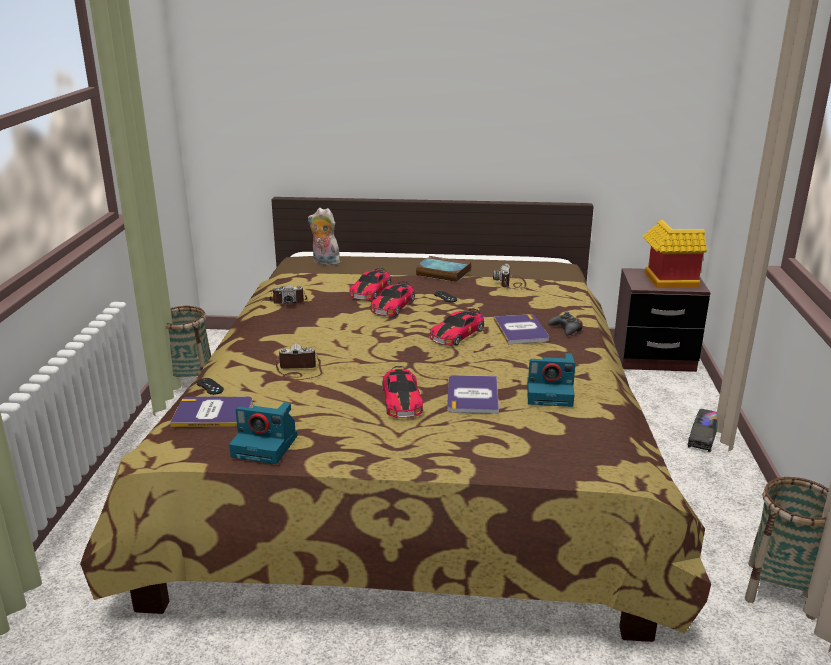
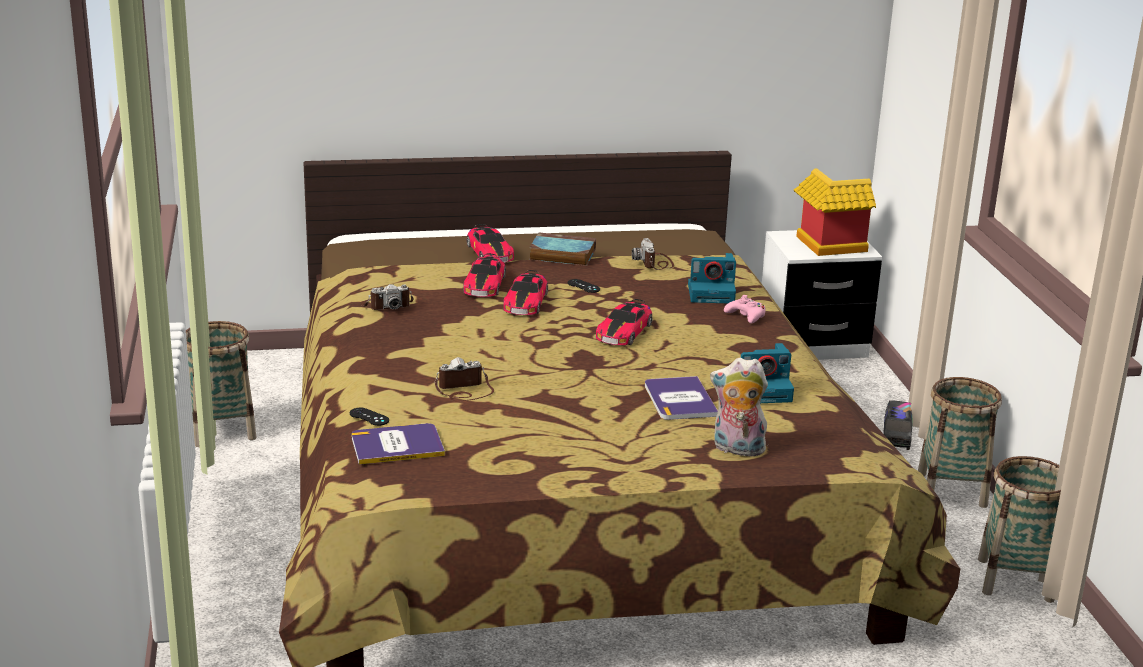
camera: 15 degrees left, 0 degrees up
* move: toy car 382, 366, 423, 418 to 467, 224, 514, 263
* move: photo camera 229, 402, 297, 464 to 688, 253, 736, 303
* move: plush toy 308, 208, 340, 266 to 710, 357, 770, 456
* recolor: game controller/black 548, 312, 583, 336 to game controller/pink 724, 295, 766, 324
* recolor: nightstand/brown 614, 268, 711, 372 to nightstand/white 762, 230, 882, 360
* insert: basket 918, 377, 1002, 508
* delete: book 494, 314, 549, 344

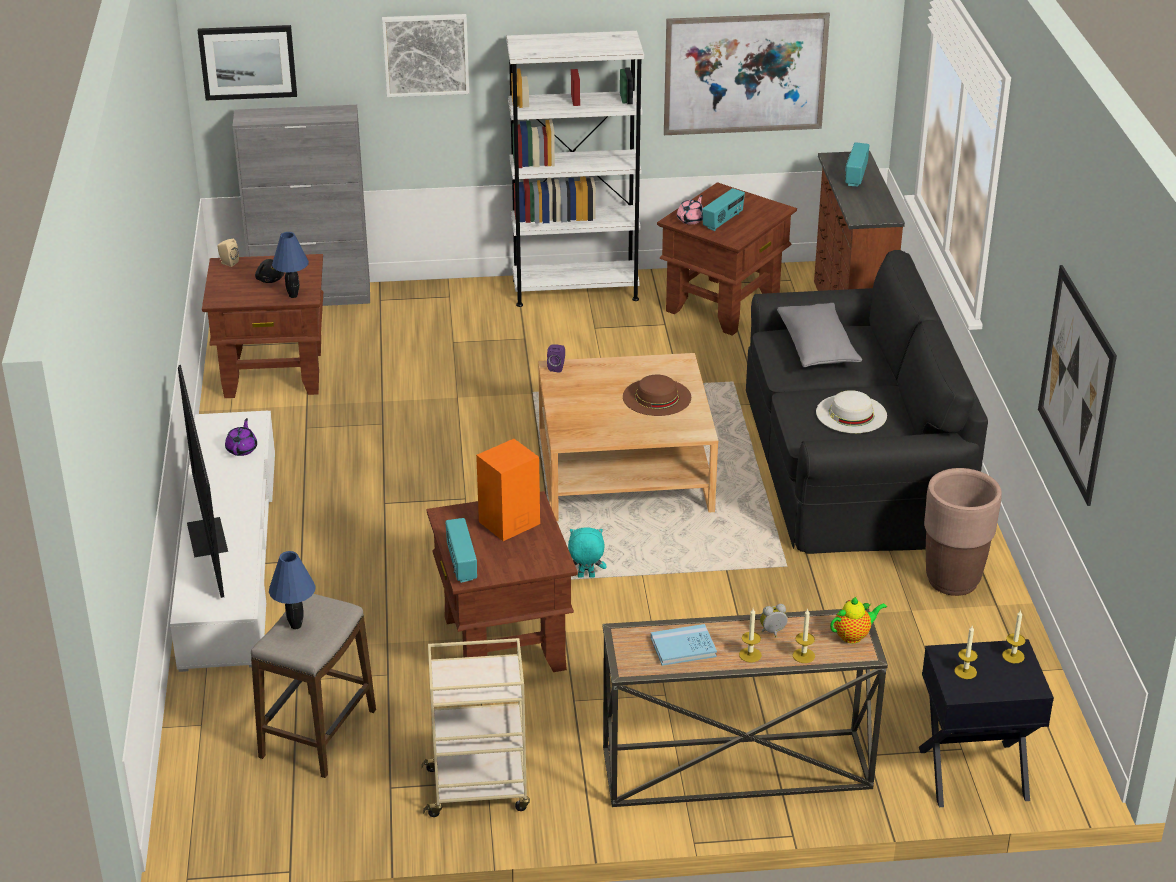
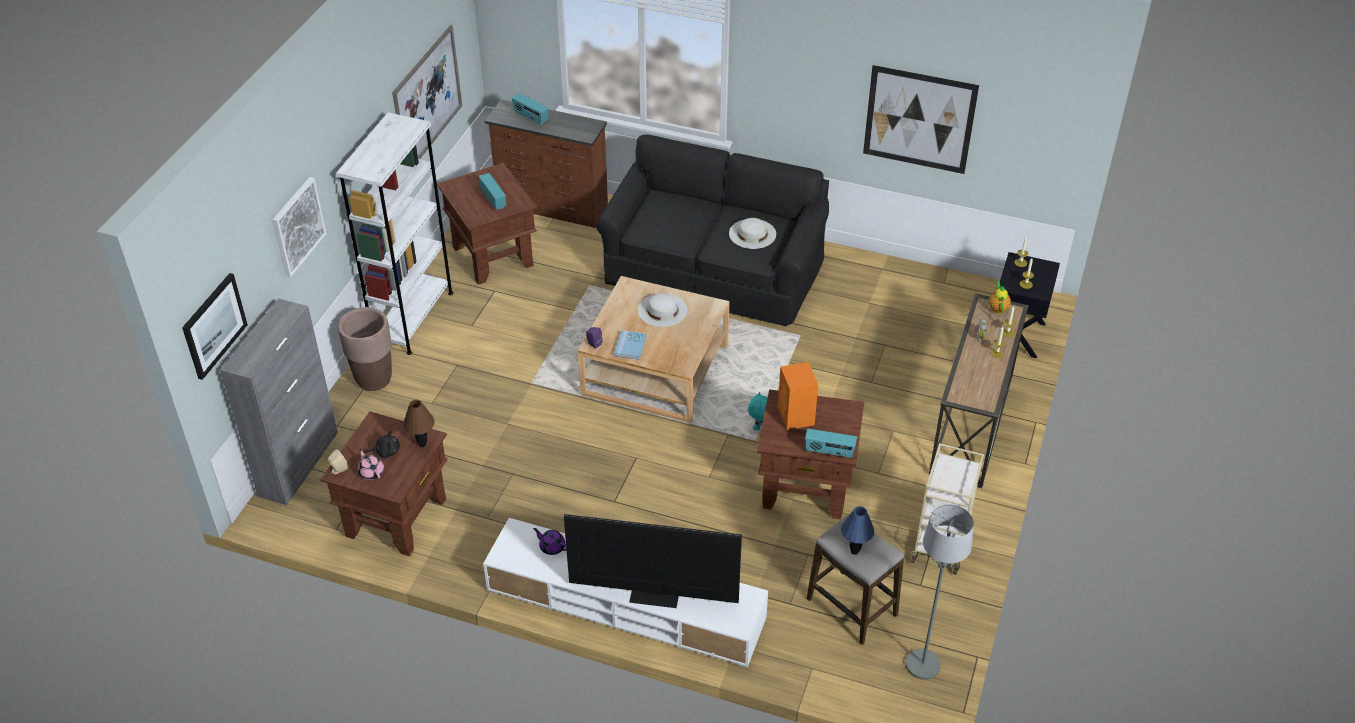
camera: 65 degrees left, 10 degrees up
* move: planter/brown 924, 468, 1002, 596 to 338, 307, 392, 391
* move: teapot/pink 677, 195, 703, 225 to 358, 448, 384, 480
* recolor: table lamp/blue 272, 232, 309, 298 to table lamp/brown 403, 400, 435, 447
* move: book/blue 651, 624, 717, 666 to 614, 330, 646, 360
* recolor: hat/brown 623, 375, 691, 416 to hat/white 638, 293, 687, 327
* insert: floor lamp/grey 906, 504, 974, 680
* delete: pillow/grey 777, 303, 862, 367

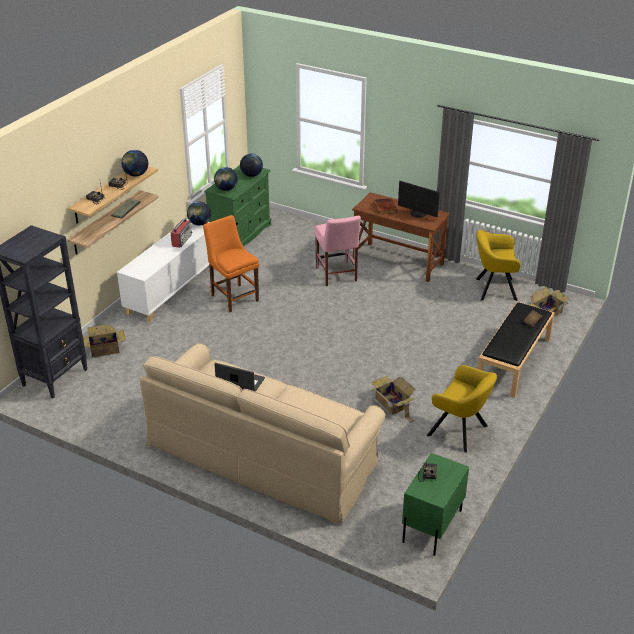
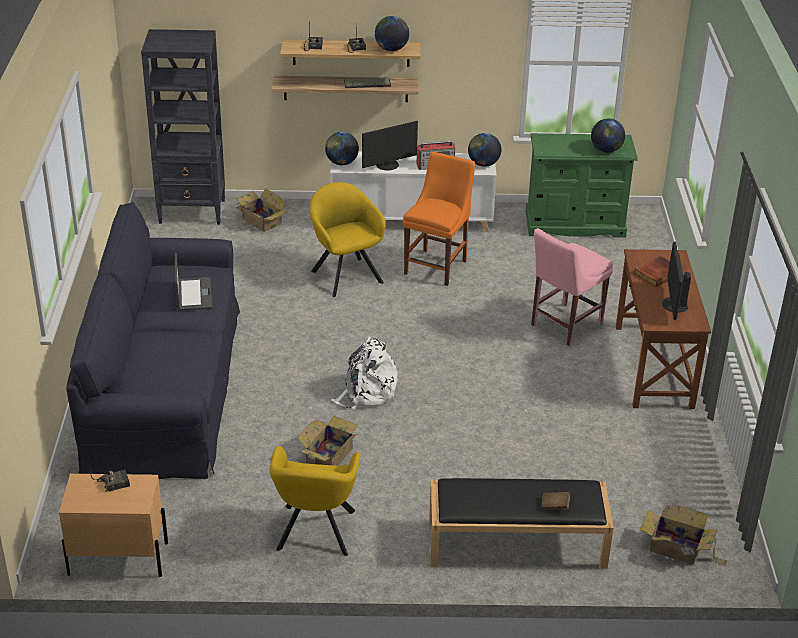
camera: 60 degrees right, 0 degrees up
* recolor: nightstand/green 402, 453, 469, 556 to nightstand/beige 59, 474, 168, 577
* recolor: sofa/beige 139, 343, 386, 524 to sofa/black 66, 202, 240, 479
* move: armchair/yellow 476, 230, 521, 301 to 309, 182, 386, 297
* move: globe 214, 167, 238, 191 to 325, 132, 359, 165
* insert: backpack/white 331, 336, 397, 410
* insert: monitor 362, 121, 418, 171

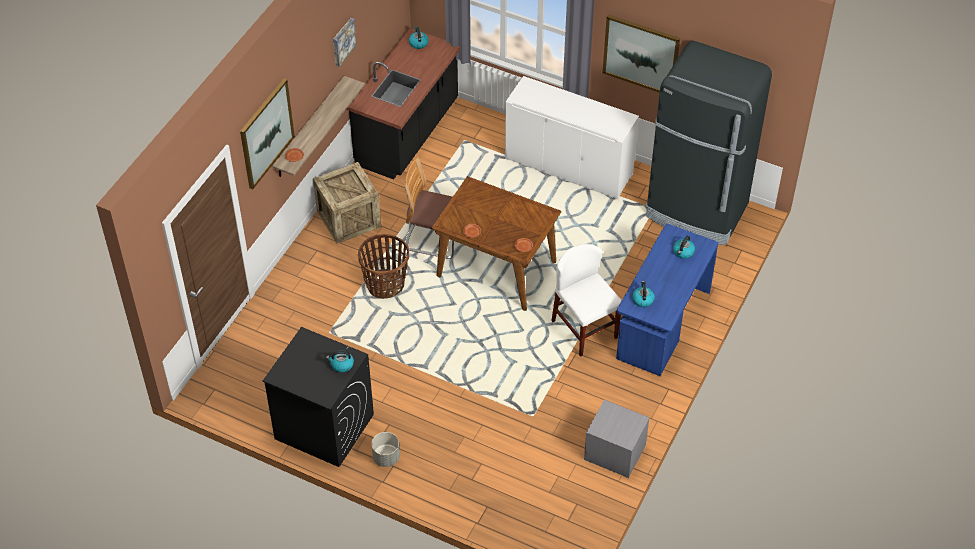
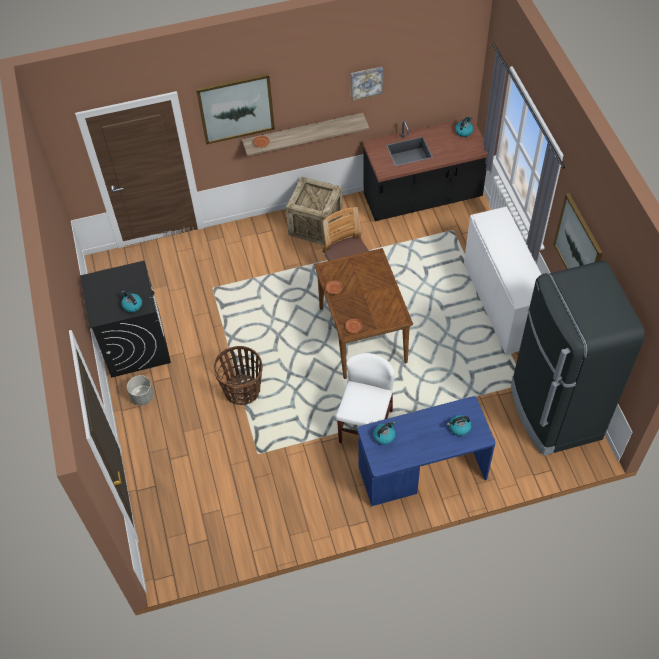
camera: 50 degrees right, 5 degrees up
* move: basket 358, 234, 409, 299 to 214, 346, 263, 405
* delete: nightstand/grey 584, 400, 649, 478

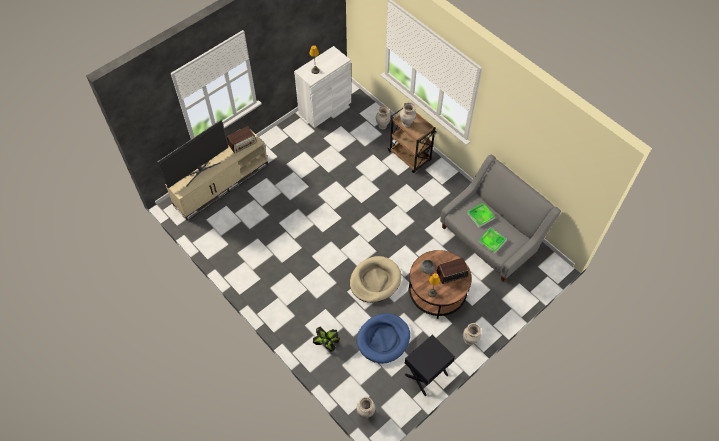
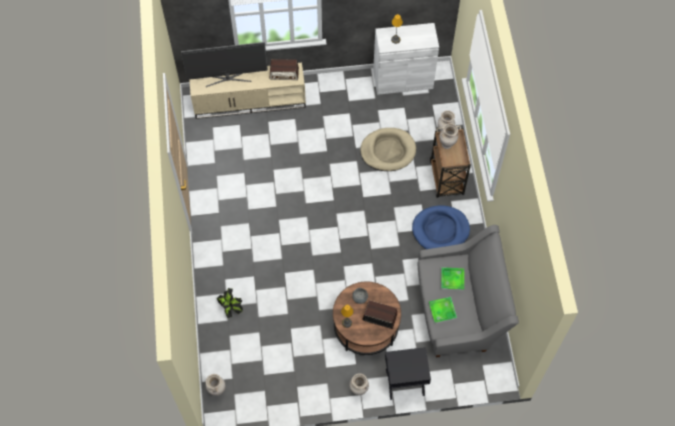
camera: 35 degrees right, 5 degrees up
* move: dog bed/beige 350, 256, 401, 303 to 360, 128, 416, 171
* move: nightstand/black 404, 335, 455, 396 to 385, 347, 431, 400
* move: dog bed/blue 357, 313, 410, 364 to 412, 205, 470, 249

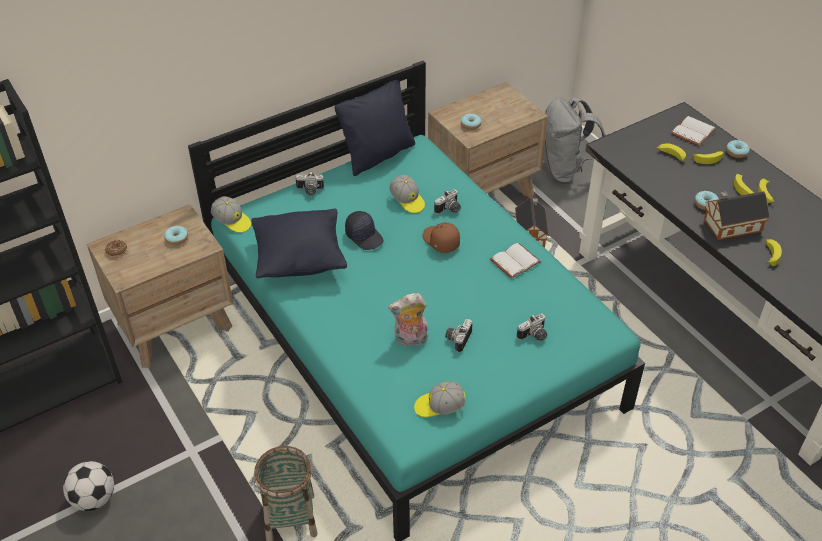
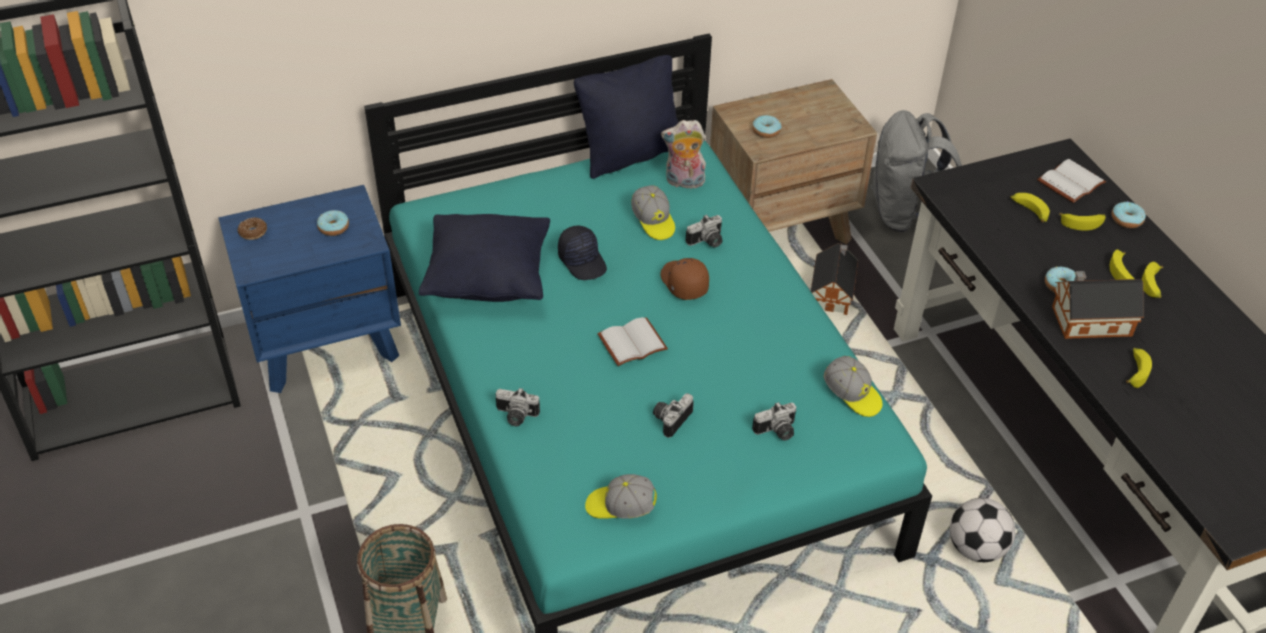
camera: 10 degrees right, 0 degrees up
* recolor: nightstand/brown 87, 204, 233, 368 to nightstand/blue 219, 185, 401, 393
* move: photo camera 296, 172, 324, 195 to 496, 388, 540, 426
* move: book/white 490, 243, 541, 279 to 598, 317, 668, 366
* move: plush toy 388, 293, 428, 346 to 661, 120, 706, 189
* move: cap 211, 196, 251, 233 to 823, 356, 882, 417
* move: football 63, 461, 114, 511 to 950, 498, 1015, 562

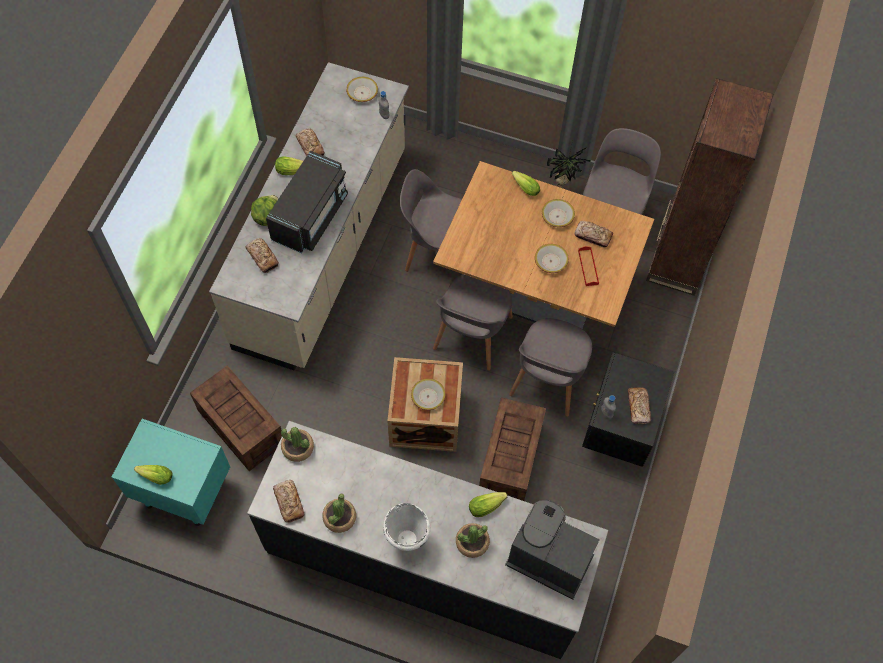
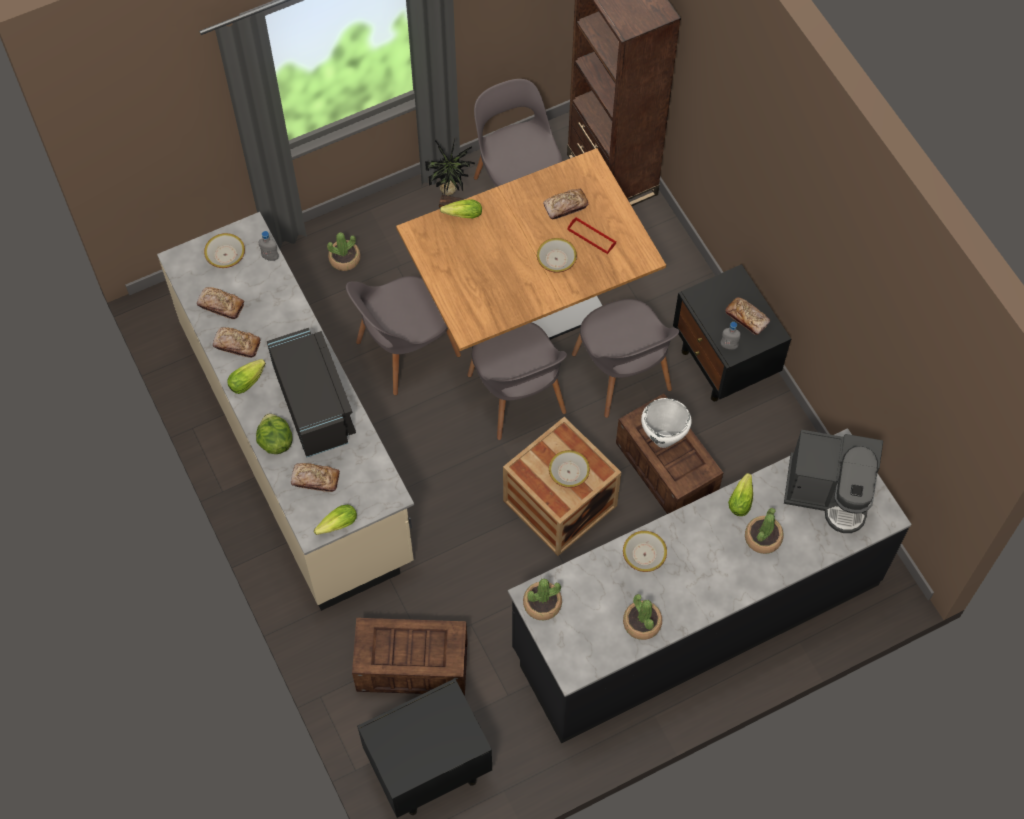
camera: 45 degrees left, 0 degrees up
* move: bread 273, 480, 304, 523 to 197, 287, 244, 319
* move: lettuce 134, 465, 173, 485 to 314, 505, 357, 535
* insert: potted plant 327, 232, 361, 271
* recolor: nightstand/turquoise 112, 419, 230, 526 to nightstand/black 357, 679, 492, 818
* move: bowl 542, 199, 575, 227 to 623, 531, 667, 572
* move: cooking pot/white 383, 503, 430, 551 to 641, 398, 692, 448
* rotate: coffee machine 505, 500, 600, 600 = 784, 430, 883, 533 150 degrees counterclockwise

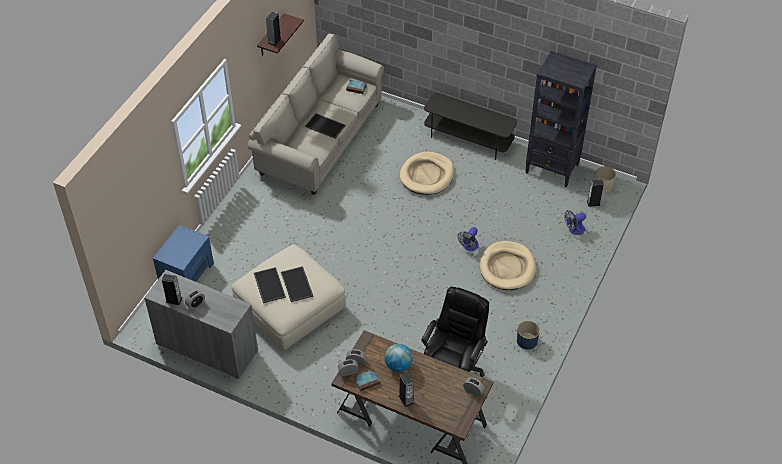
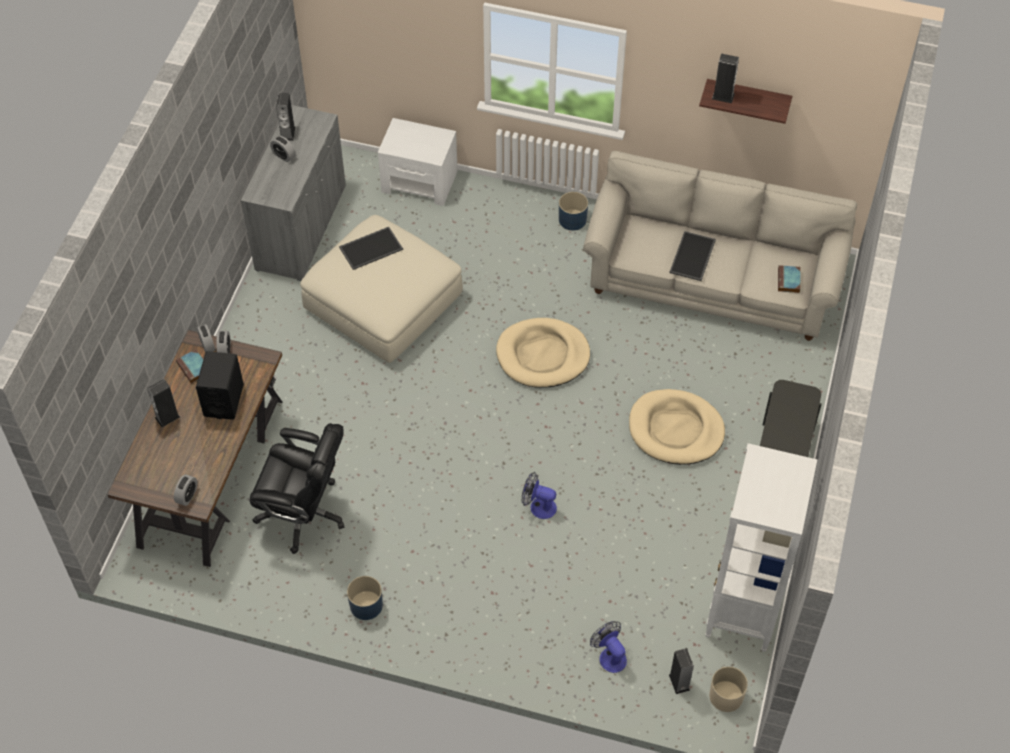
camera: 80 degrees right, 5 degrees up
* replace: globe 385, 344, 413, 372 to speaker/black 196, 351, 244, 420
* recolor: nightstand/blue 153, 225, 214, 282 to nightstand/white 378, 118, 458, 206
* move: dog bed/beige 480, 241, 536, 290 to 496, 318, 590, 388
* insert: planter/blue 559, 192, 588, 230
* recolor: bookcase/black 525, 51, 597, 187 to bookcase/white 705, 443, 817, 652
* delete: tray 281, 266, 313, 302

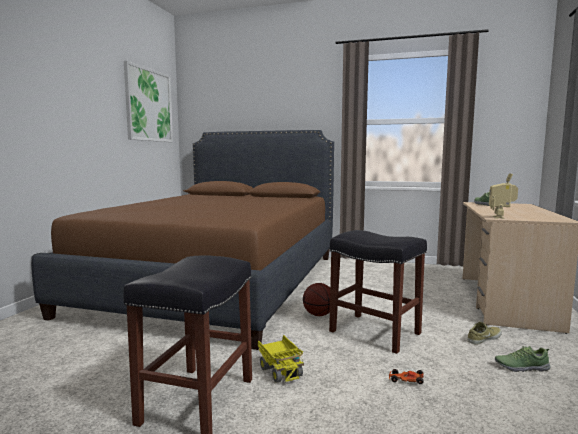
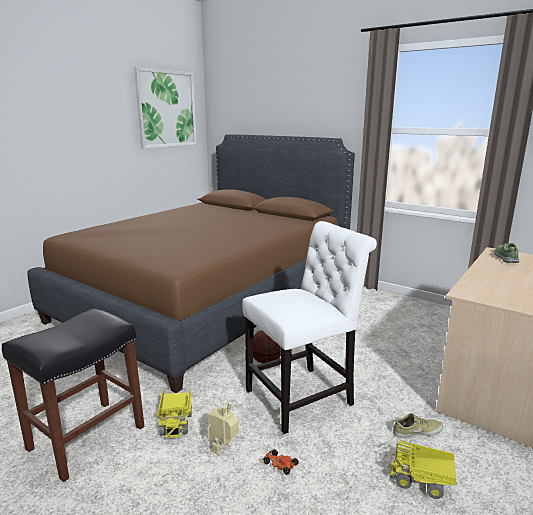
camera: 20 degrees right, 10 degrees up
* move: toy robot 489, 173, 518, 219 to 207, 401, 239, 456
* replace: stool/black 329, 230, 427, 354 to chair/white 242, 221, 377, 434
* replace: shoe 495, 346, 550, 372 to toy truck 390, 441, 456, 499

